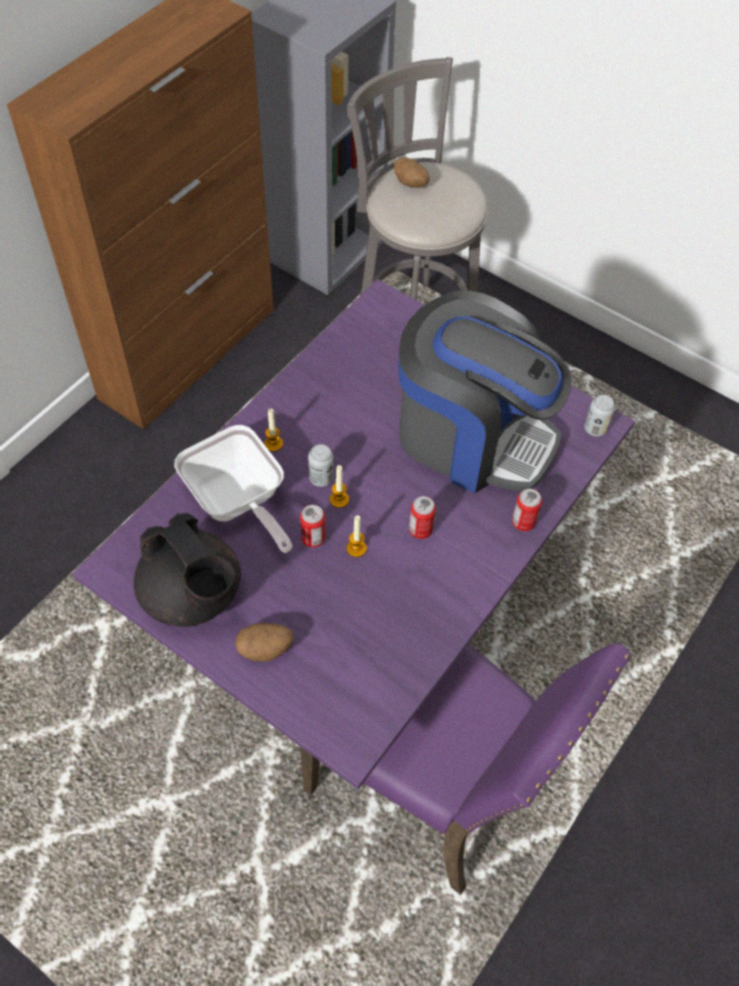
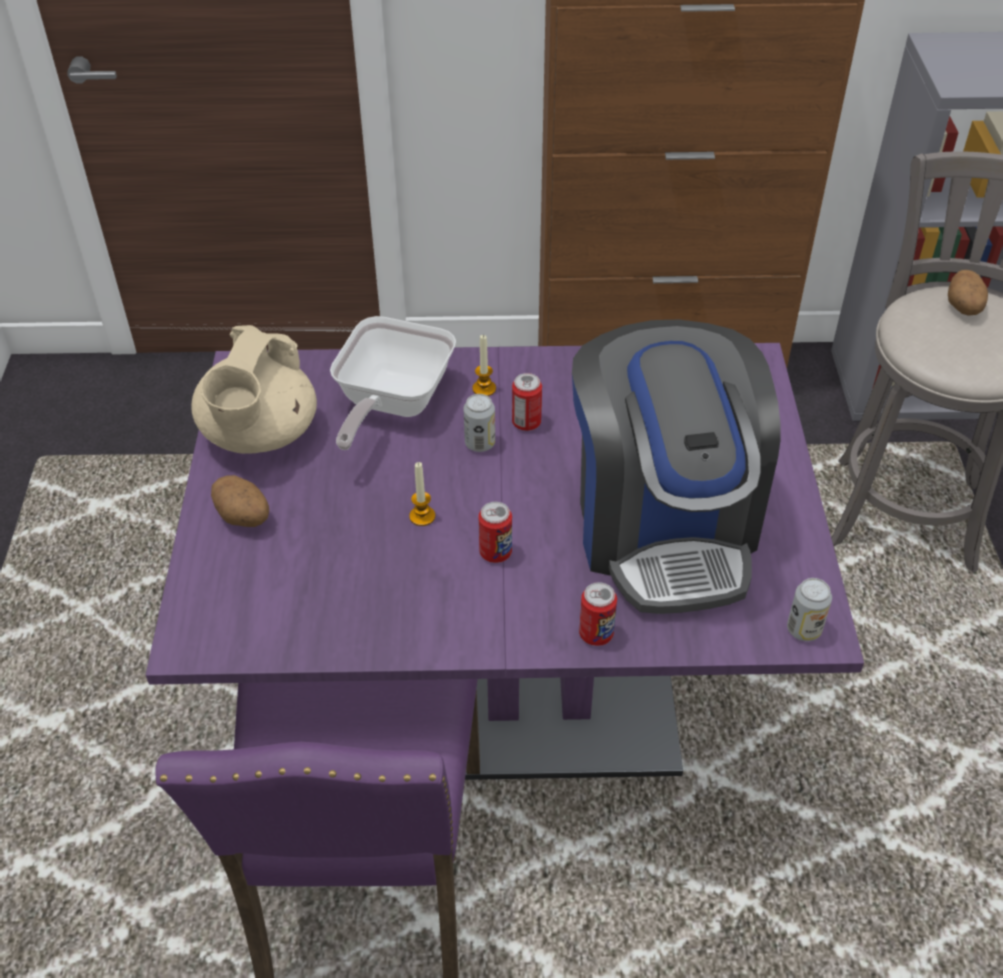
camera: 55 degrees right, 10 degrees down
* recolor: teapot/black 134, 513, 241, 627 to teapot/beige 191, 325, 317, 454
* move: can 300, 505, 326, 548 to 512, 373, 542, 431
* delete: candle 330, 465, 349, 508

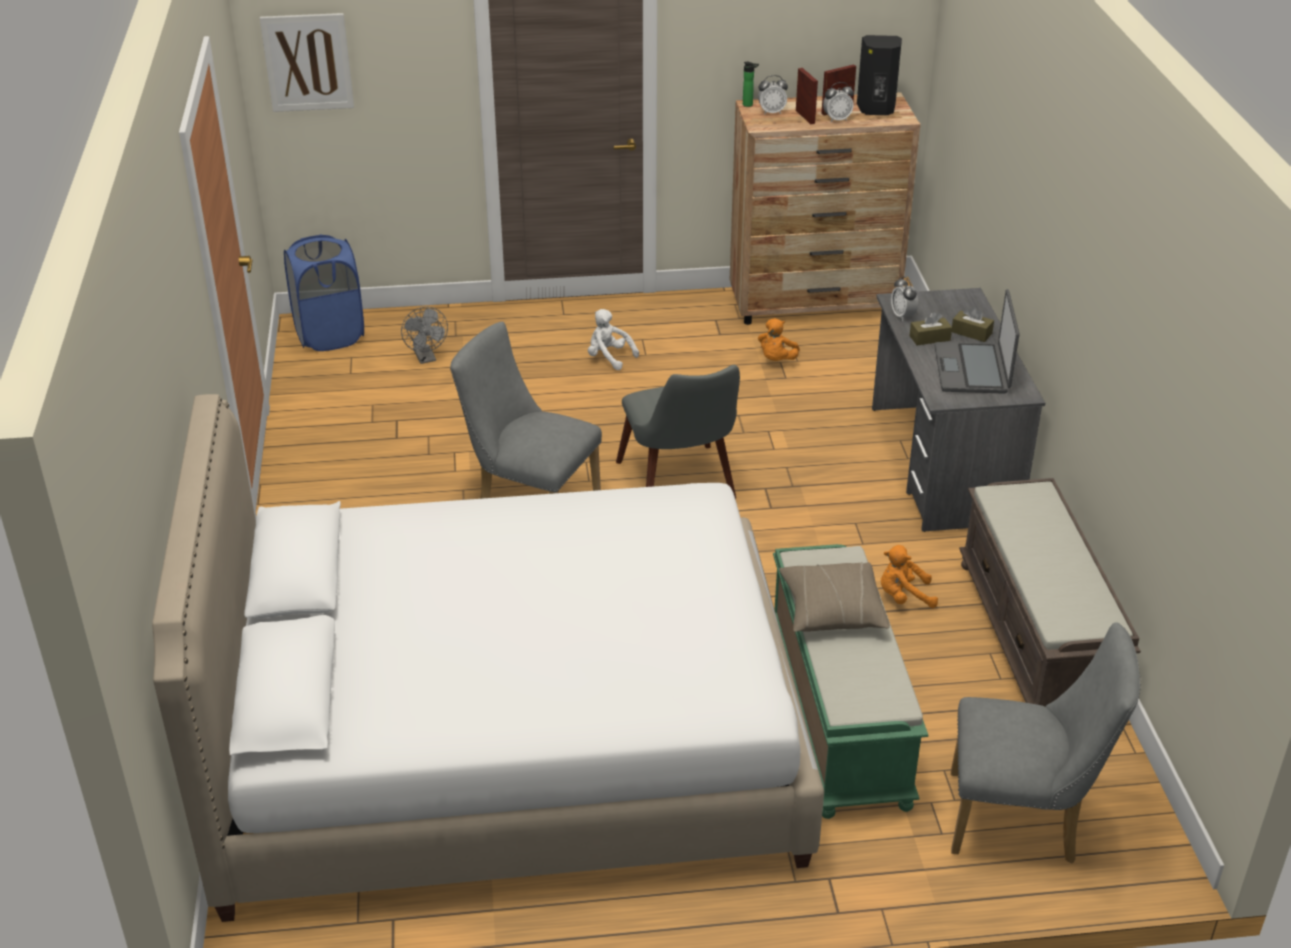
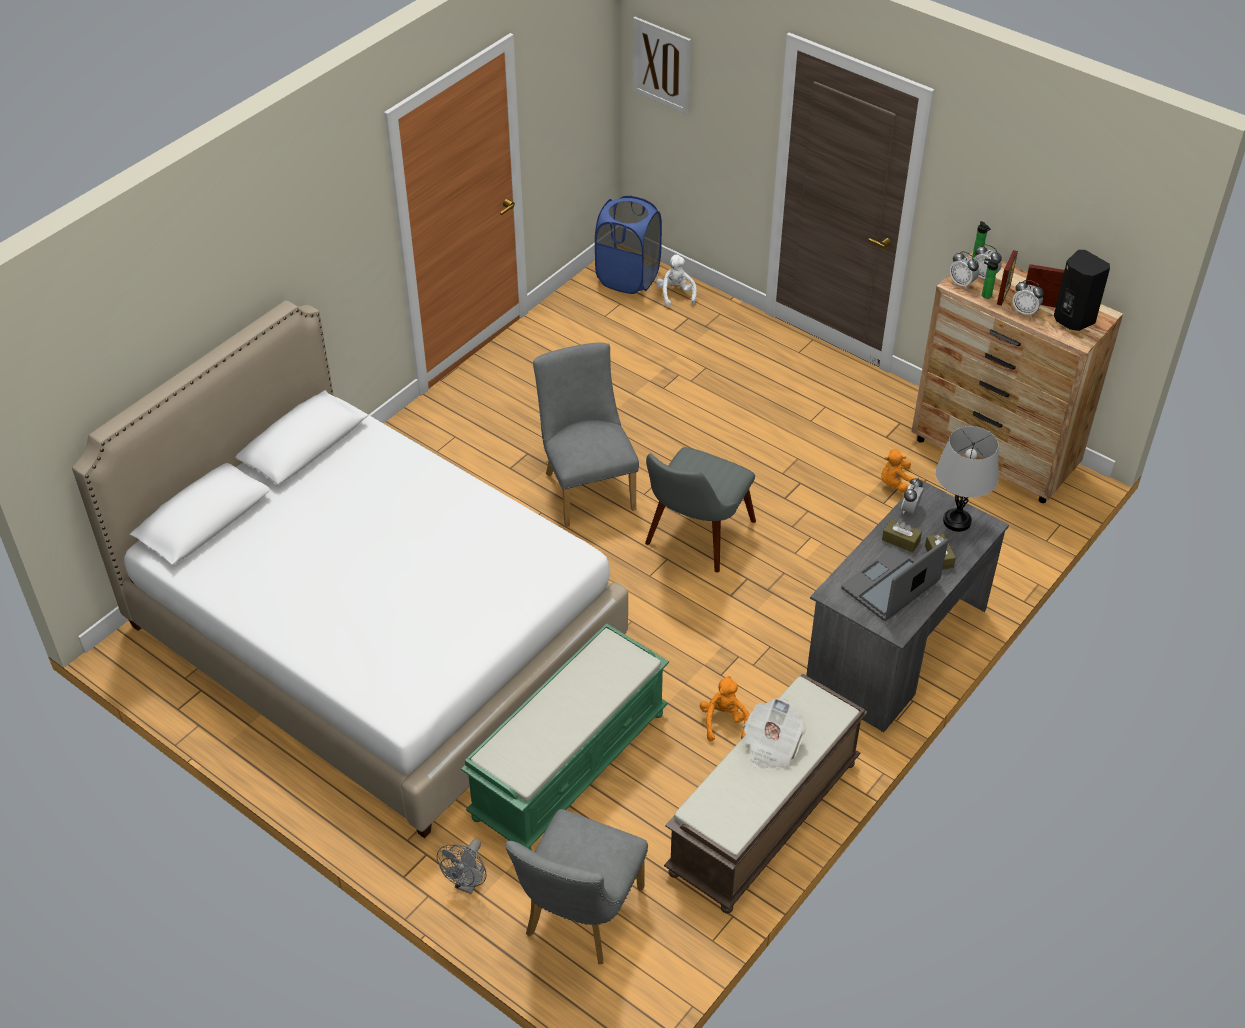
camera: 45 degrees right, 10 degrees up
* move: fan/grey 401, 307, 448, 364 to 437, 839, 487, 894
* rotate: chair/grey 951, 622, 1141, 864 = 506, 809, 648, 964 60 degrees clockwise
* move: plush toy/white 588, 309, 639, 370 to 656, 254, 697, 307
* rotate: plush toy/orange 881, 545, 938, 608 = 700, 676, 750, 742 45 degrees clockwise
* insert: newspaper 743, 698, 806, 769
* insert: table lamp/grey 935, 426, 999, 532
* insert: alarm clock 950, 251, 979, 288
* insert: bottle 982, 259, 999, 299
* delete: pillow/beige 779, 562, 890, 632

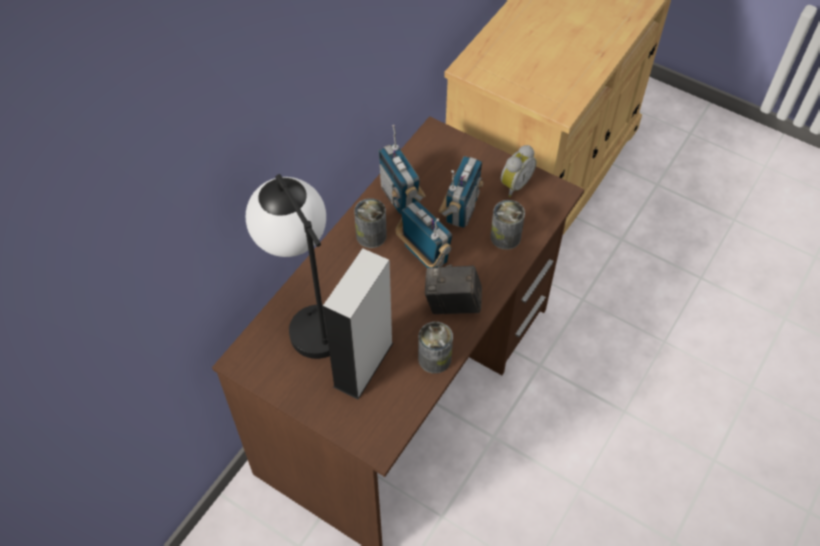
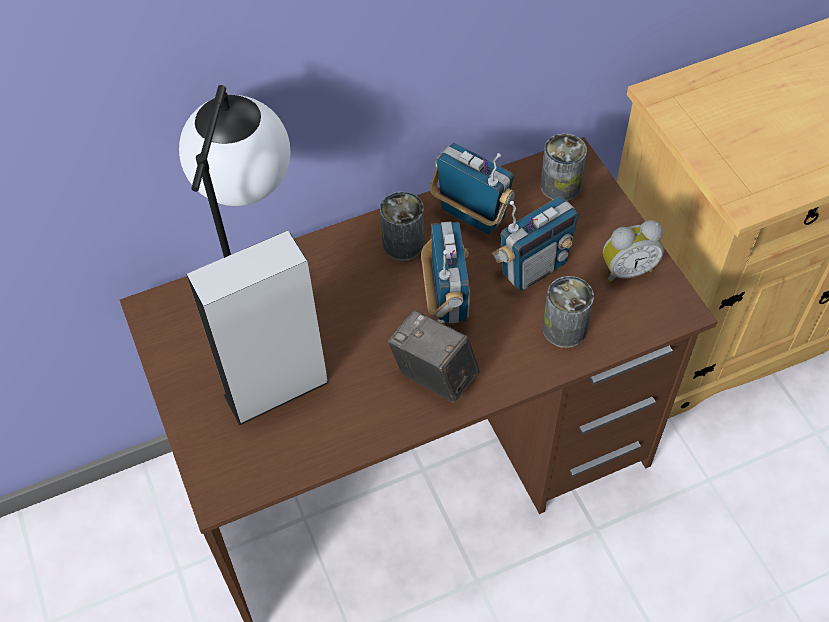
camera: 35 degrees right, 0 degrees up
* rotate: radio 378, 125, 425, 214 = 430, 143, 515, 235 120 degrees clockwise
* move: can 418, 322, 453, 374 to 540, 134, 587, 201

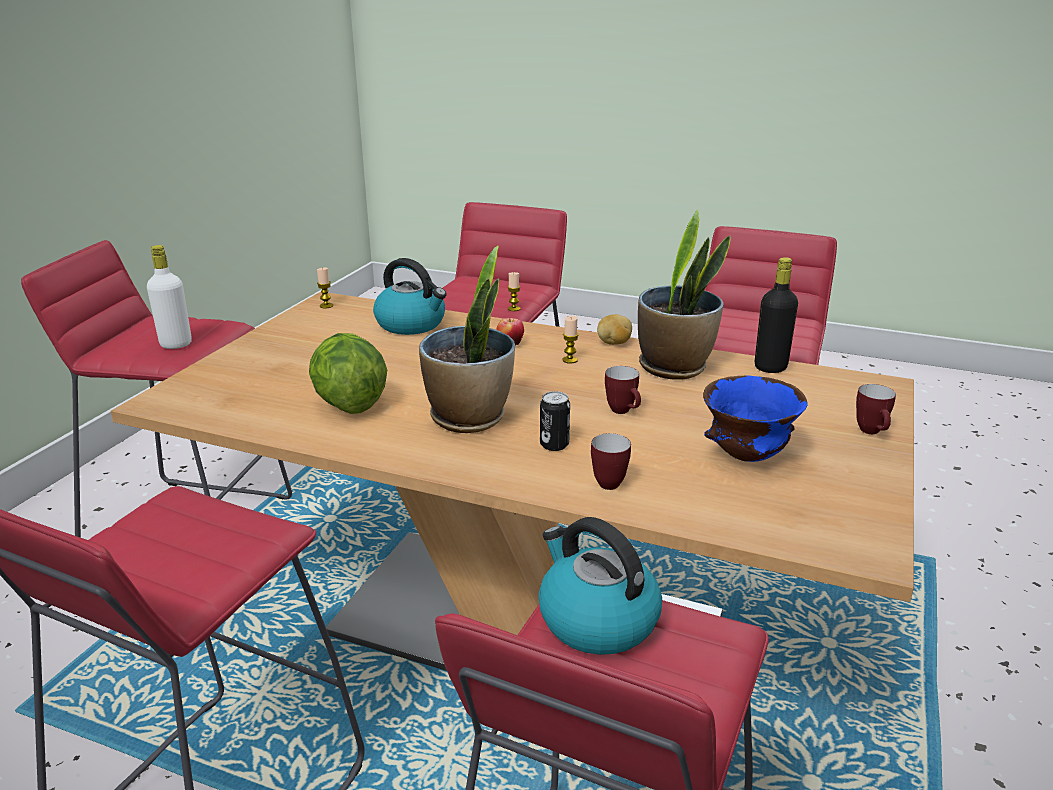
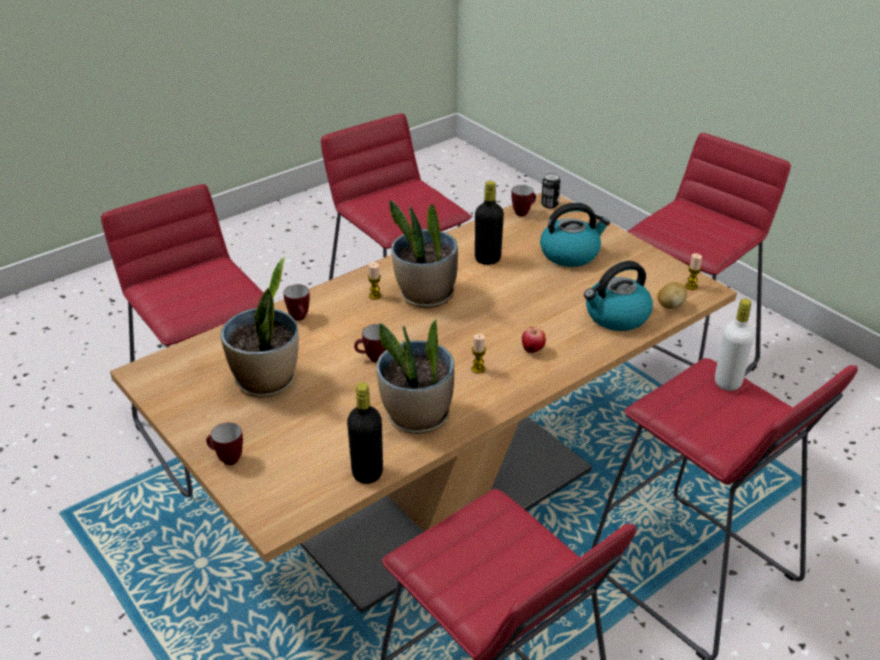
camera: 120 degrees right, 10 degrees up
* replace: bowl/blue 703, 375, 808, 462 to potted plant 220, 257, 299, 397
* move: candle 507, 272, 520, 311 to 368, 262, 381, 300
* replace: lettuce 309, 333, 387, 414 to bottle/black 475, 181, 504, 265
* insert: mug 511, 185, 536, 216
* move: kettle 538, 517, 662, 655 to 540, 203, 610, 267
* move: can 540, 391, 570, 451 to 541, 173, 561, 208
* move: potato 597, 314, 632, 345 to 657, 282, 687, 309
* move: bottle/white 147, 245, 192, 349 to 715, 298, 754, 391

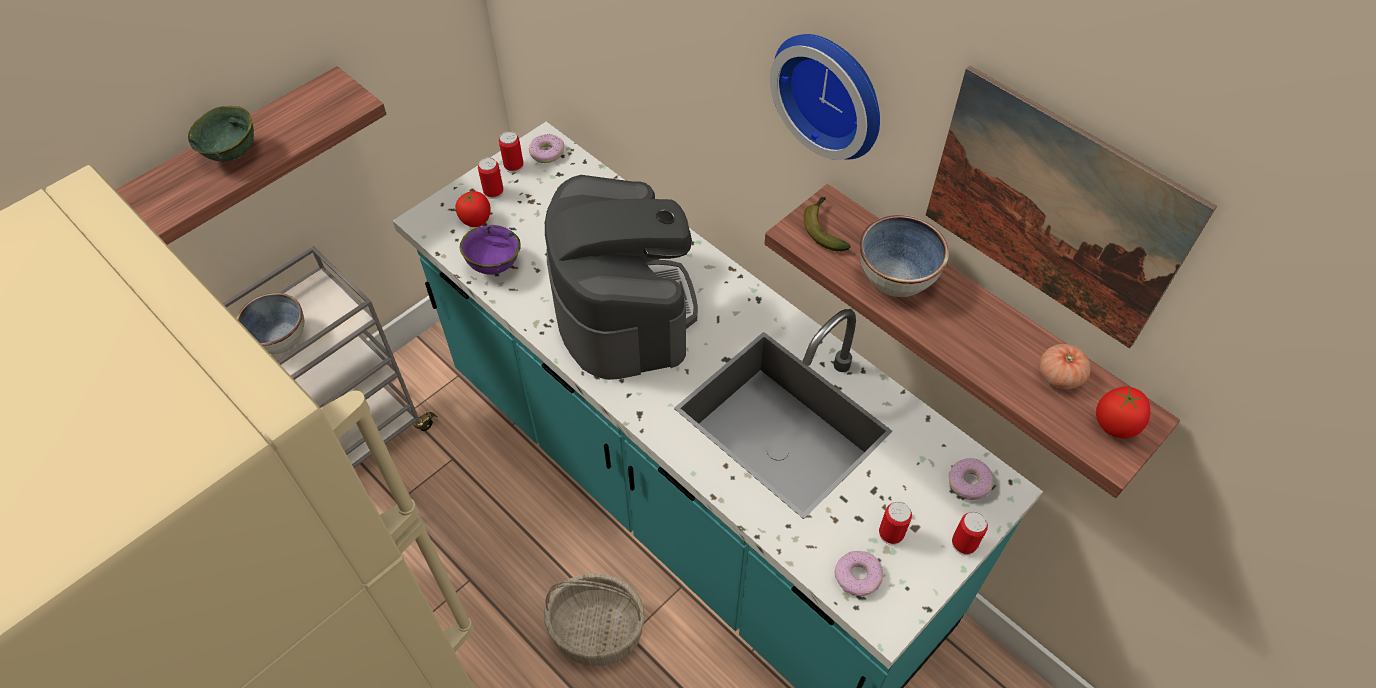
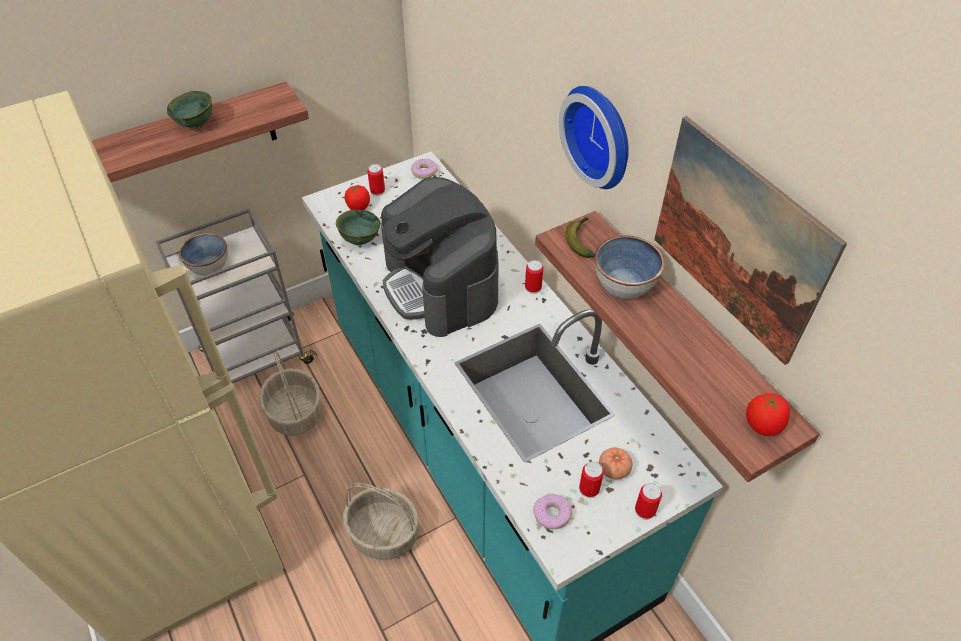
camera: 15 degrees right, 5 degrees down
* insert: basket 259, 352, 322, 436
* recolor: bowl/purple 460, 225, 521, 275 to bowl/green 336, 210, 381, 245
* rotate: coffee machine 545, 175, 698, 380 = 381, 177, 498, 337 150 degrees clockwise
* move: can 499, 131, 524, 173 to 525, 260, 543, 294
* move: tomato 1040, 344, 1091, 389 to 599, 447, 632, 479
* delete: donut 948, 458, 993, 500

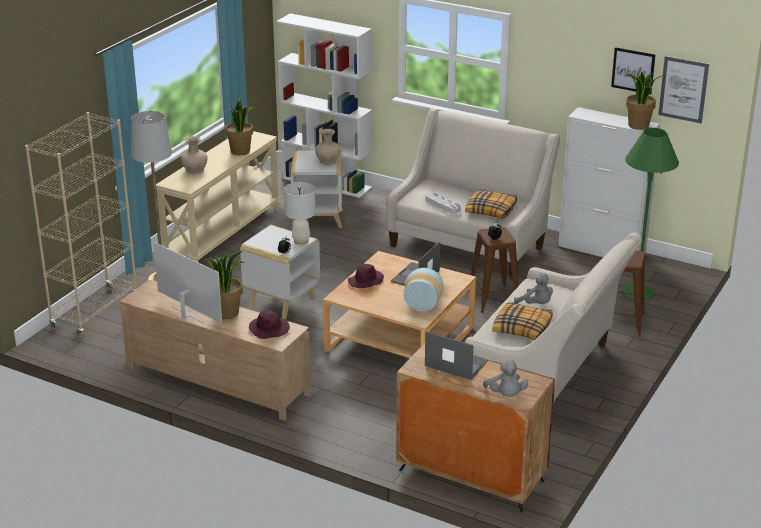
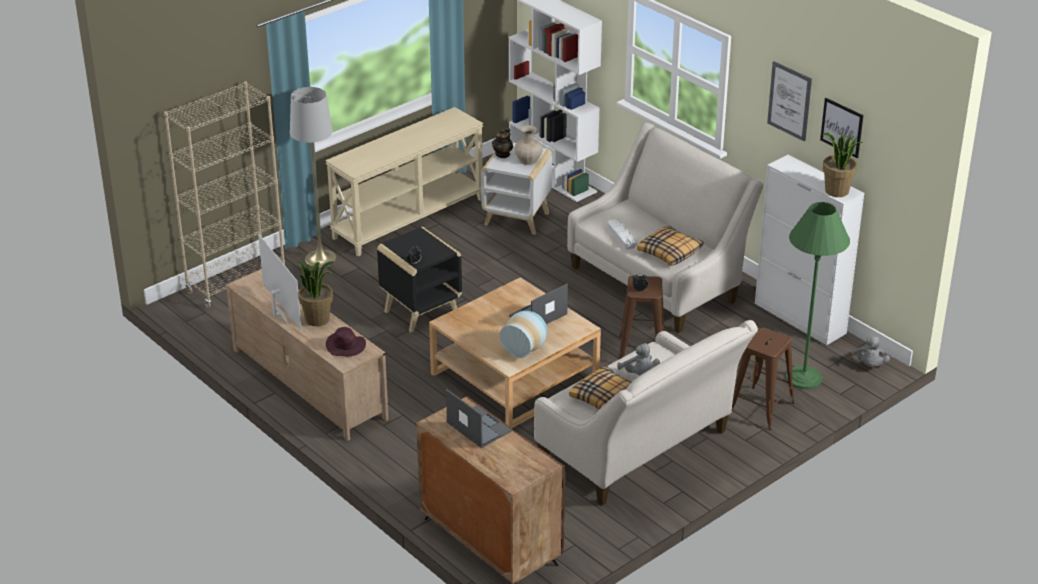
camera: 20 degrees right, 5 degrees up
* recolor: side table/white 240, 225, 320, 320 to side table/black 377, 227, 462, 332
* insert: teapot 492, 128, 513, 158
* move: picture 658, 56, 709, 123 to 767, 61, 812, 142
* move: plush toy/grey 483, 360, 529, 397 to 853, 336, 890, 367
* delete: vase/beige 181, 136, 208, 174
* delete: potted plant 225, 99, 255, 155
* delete: table lamp/white 284, 182, 316, 245
* delete: hat/purple 348, 264, 384, 288

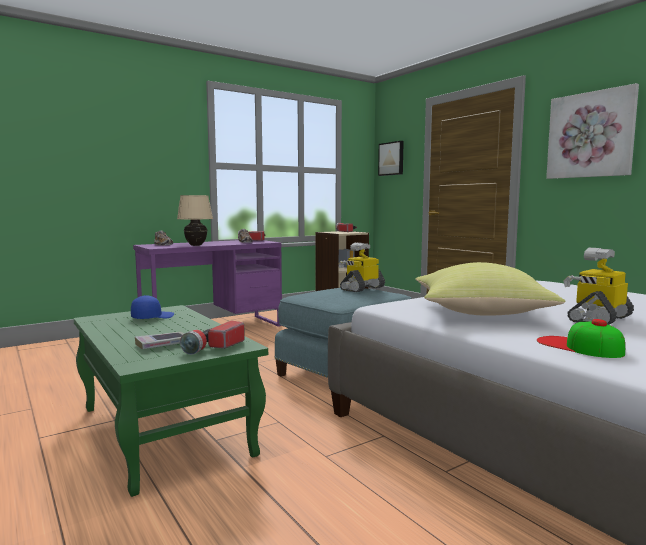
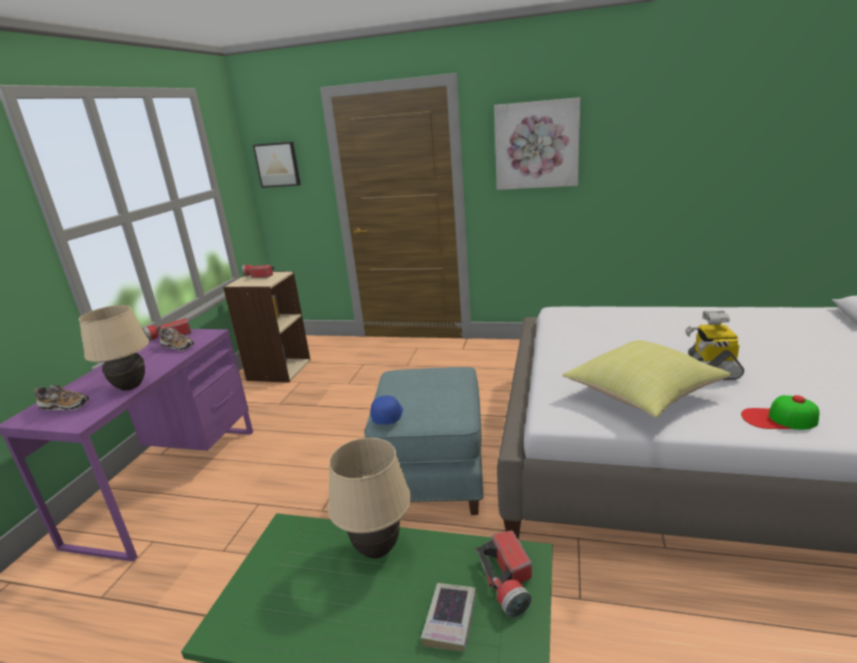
camera: 40 degrees left, 15 degrees up
* insert: table lamp/beige 328, 438, 411, 558
* move: cap/blue 131, 295, 174, 319 to 371, 395, 403, 425
* delete: toy robot 338, 243, 385, 292

